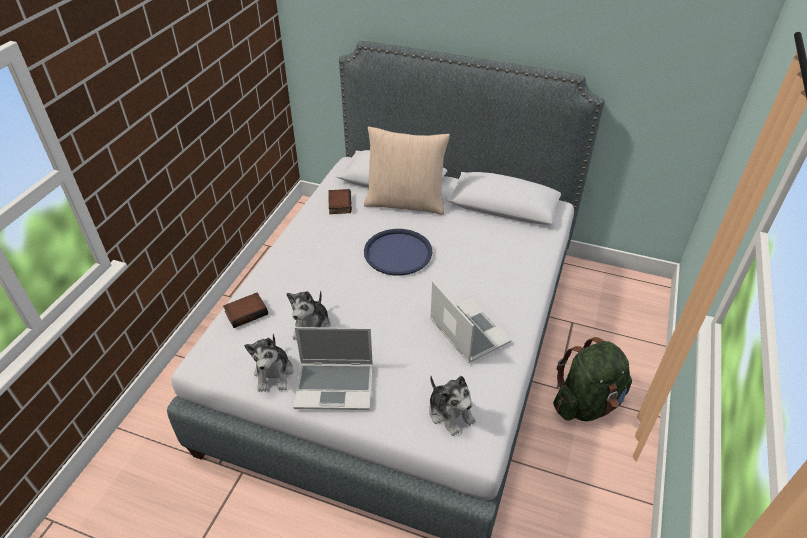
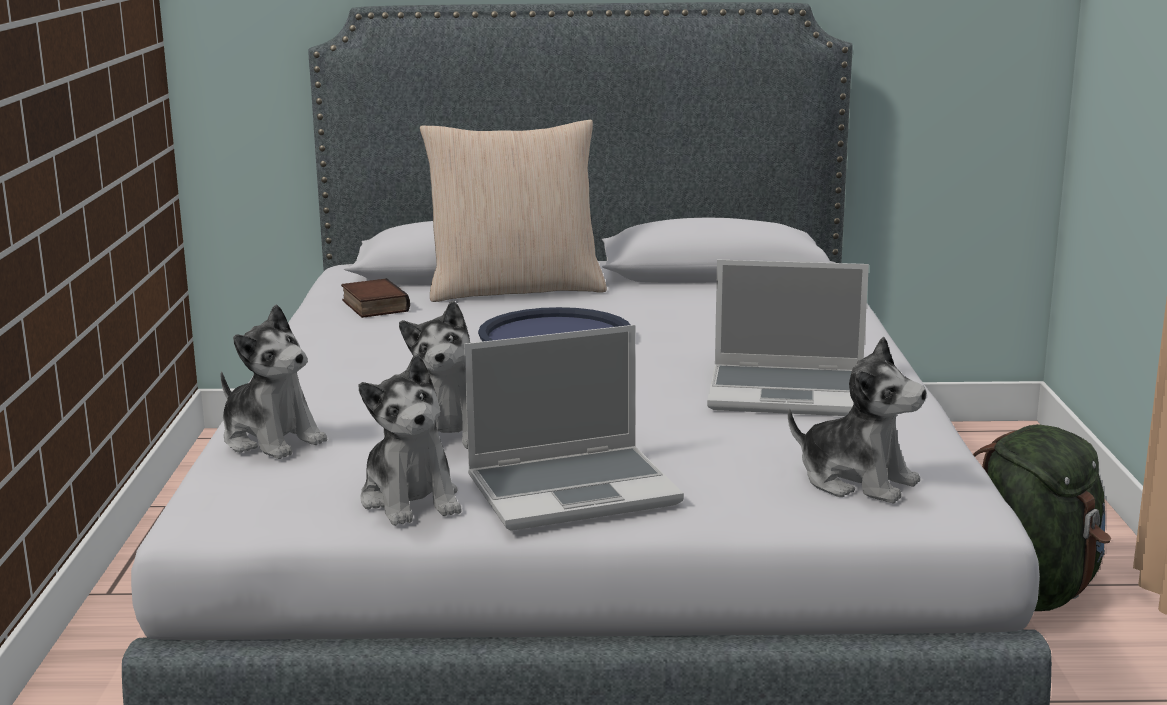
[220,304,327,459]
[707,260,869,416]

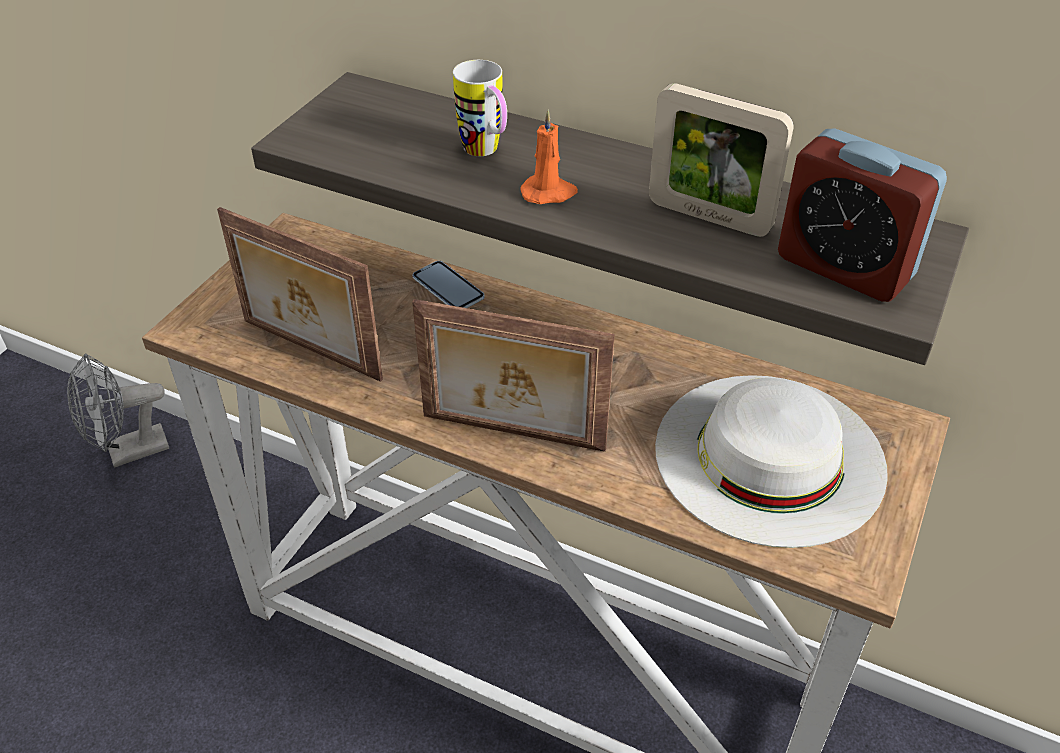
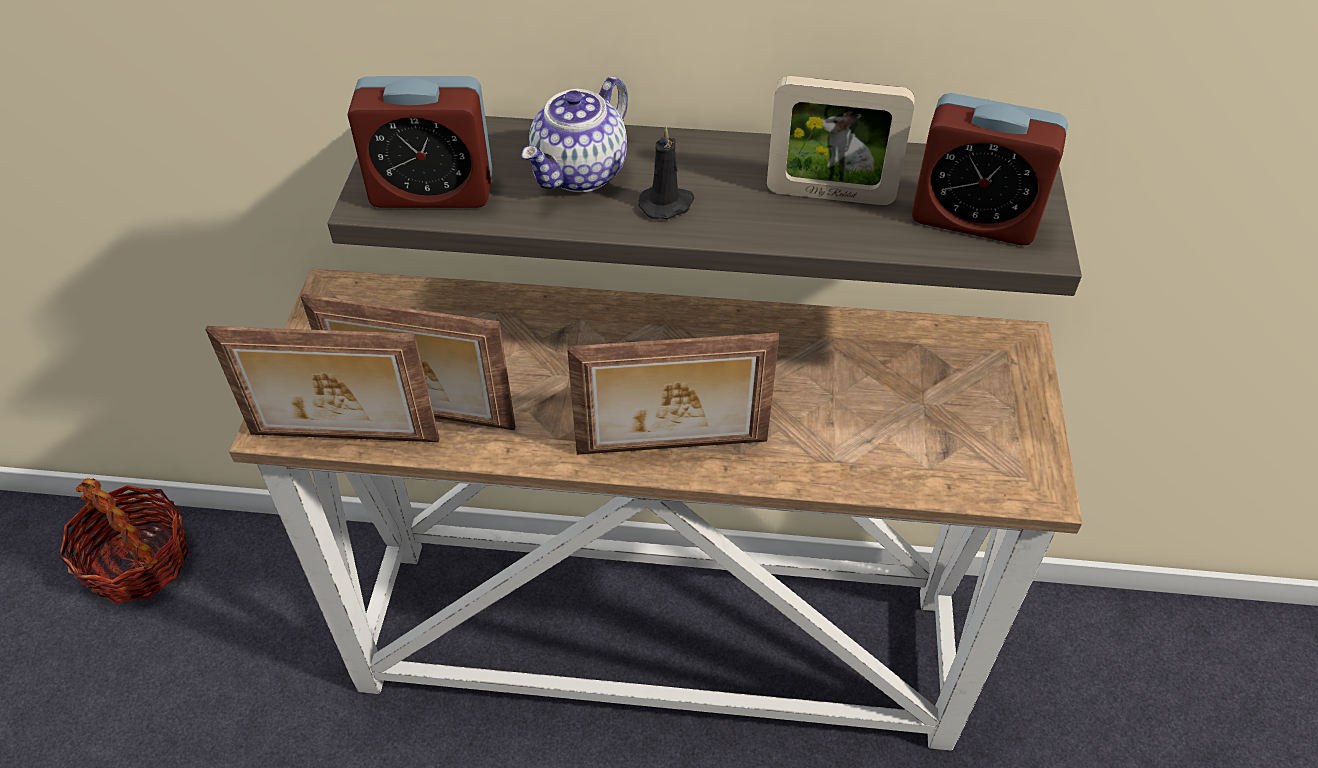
[58,478,189,604]
[205,326,440,442]
[347,76,493,208]
[521,77,628,192]
[638,126,695,220]
[413,261,484,308] (first image)
[655,375,888,548] (first image)

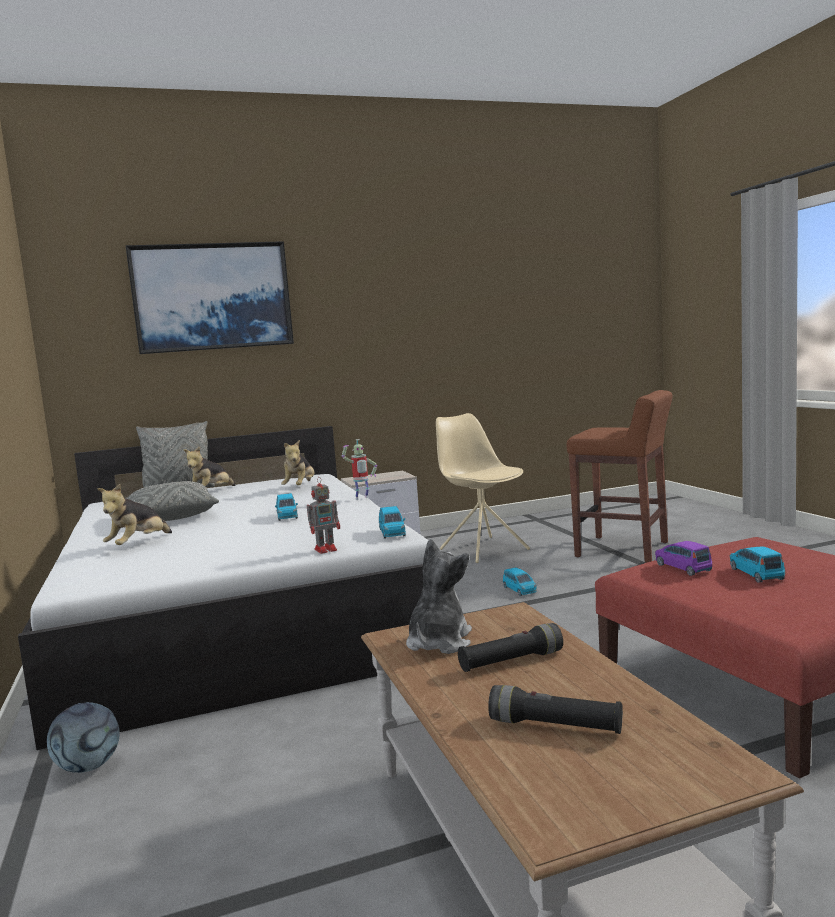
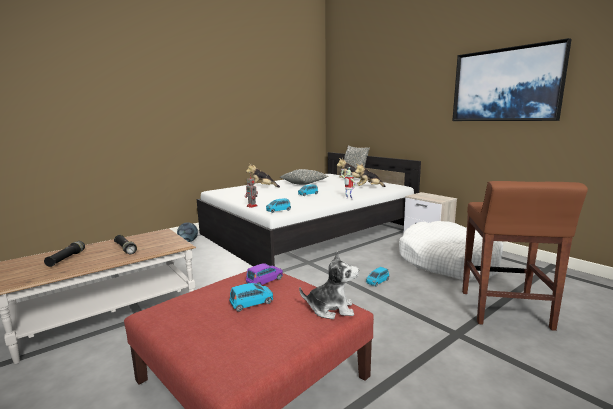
[299,251,359,319]
[399,221,504,281]
[452,38,572,121]

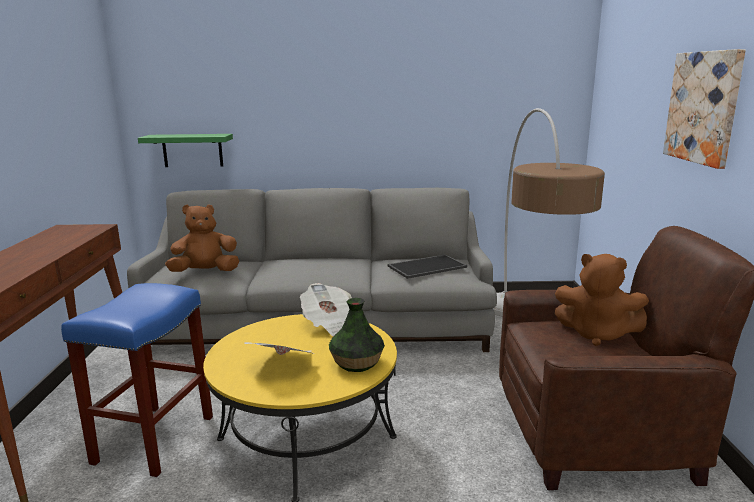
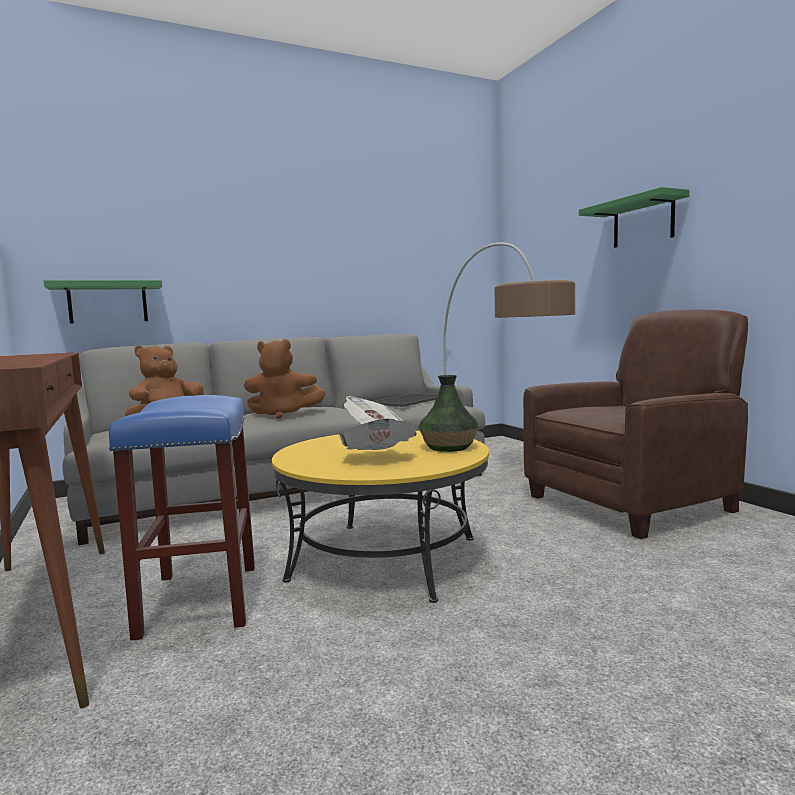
[244,339,326,419]
[579,187,690,248]

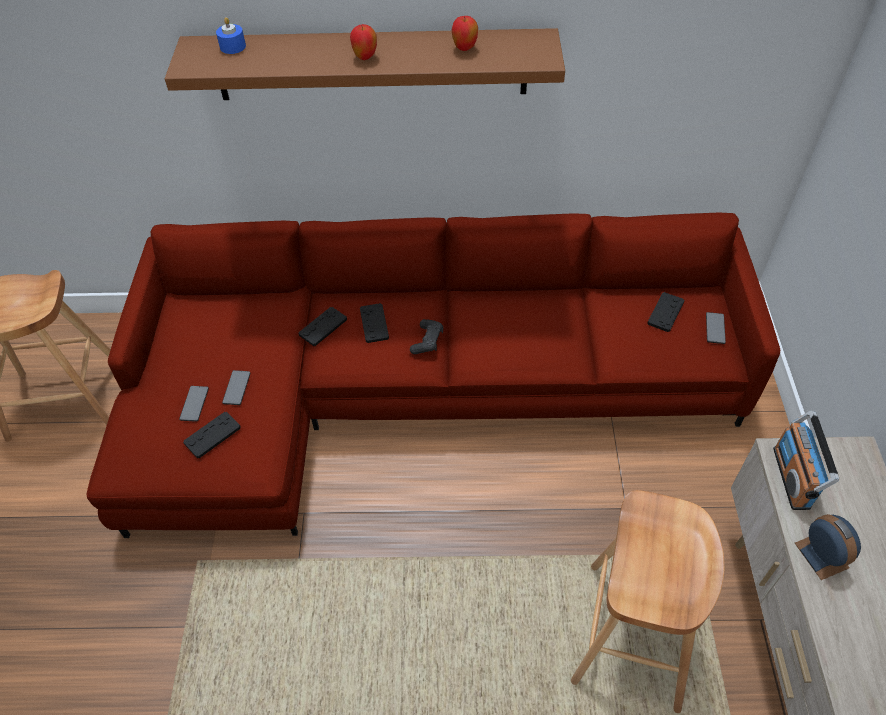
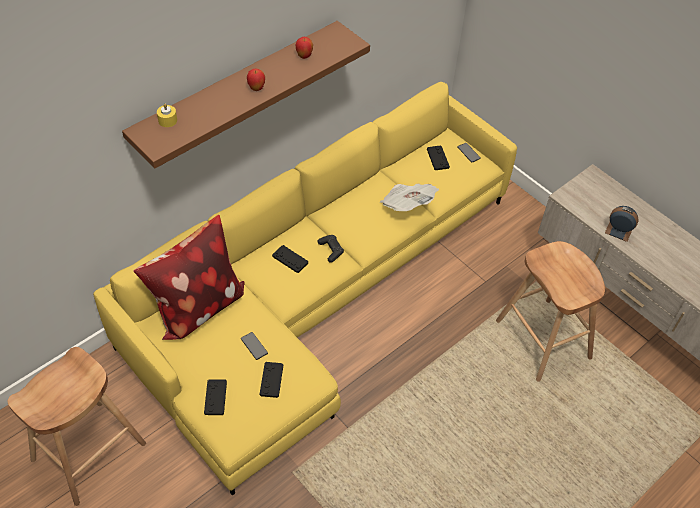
[93,82,517,496]
[133,215,245,340]
[157,104,177,127]
[204,379,227,415]
[380,184,439,211]
[179,386,209,422] (first image)
[773,411,840,510] (first image)

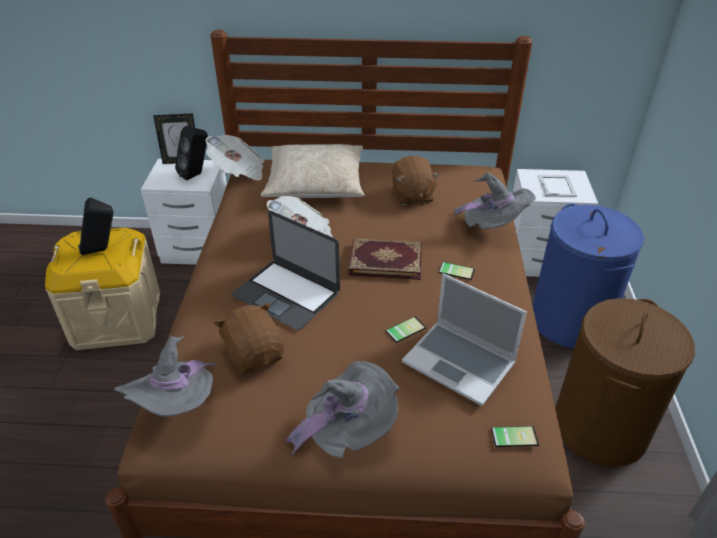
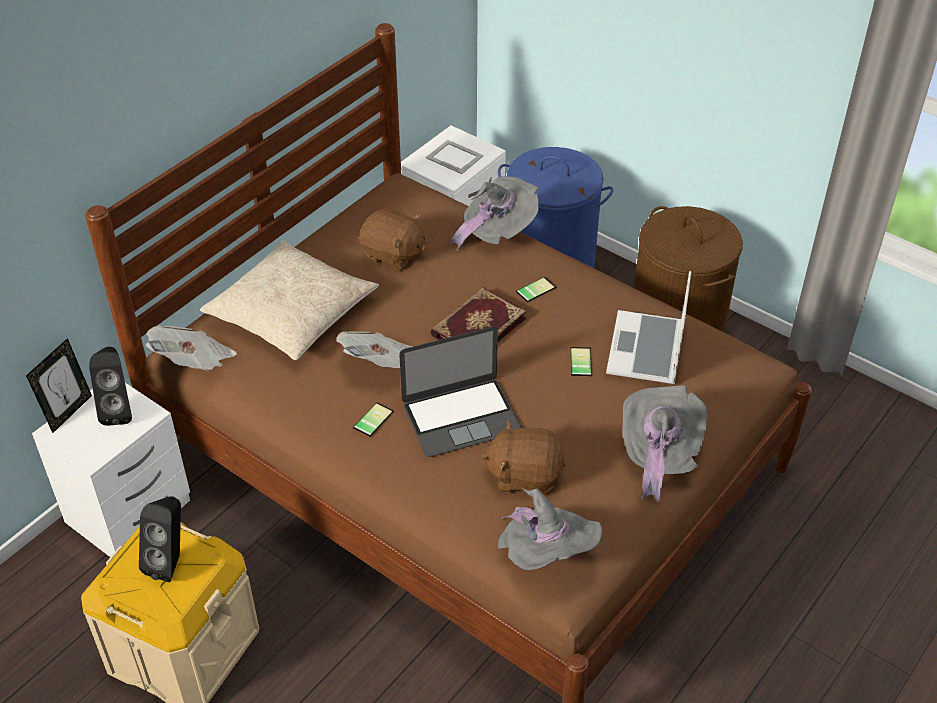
[353,402,394,437]
[606,271,691,384]

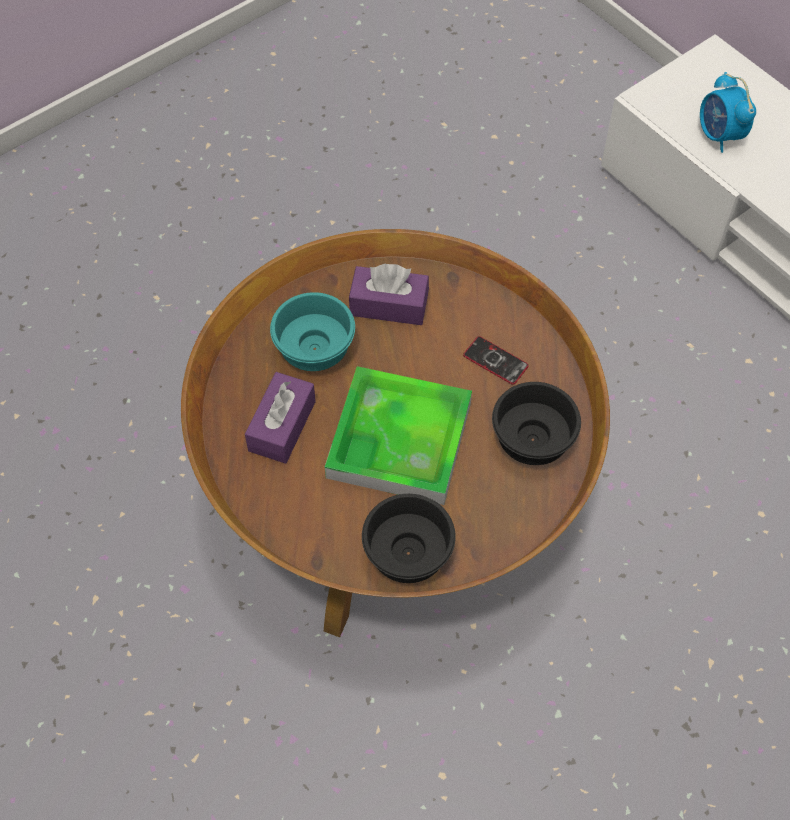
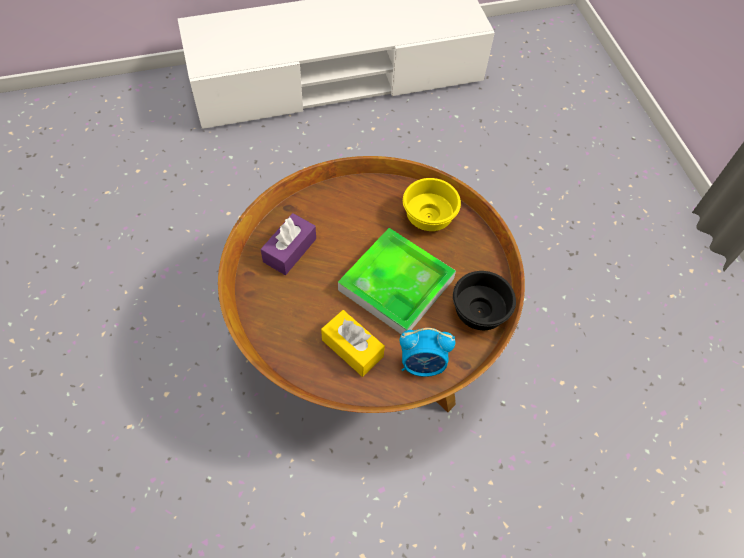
[321,310,385,377]
[400,328,455,377]
[403,178,461,231]
[270,292,355,371] (first image)
[463,336,529,385] (first image)

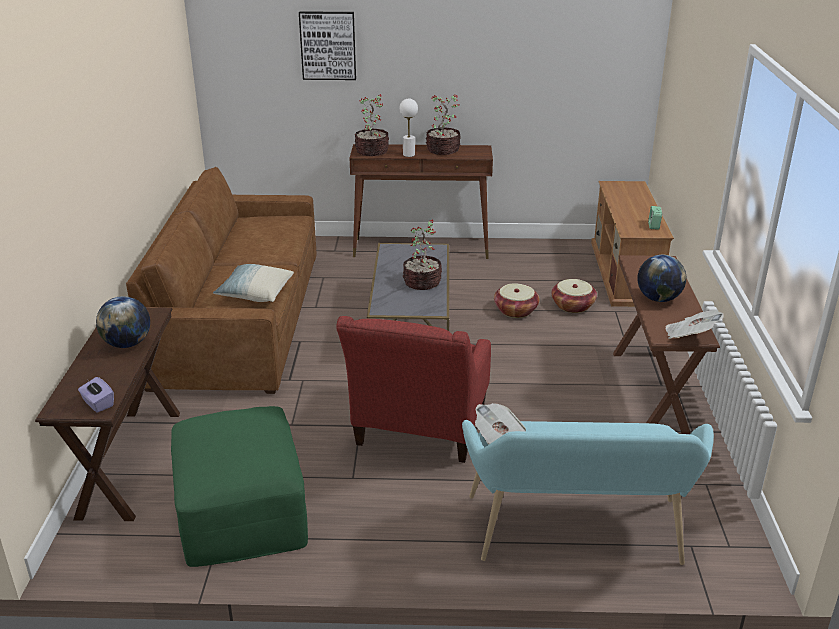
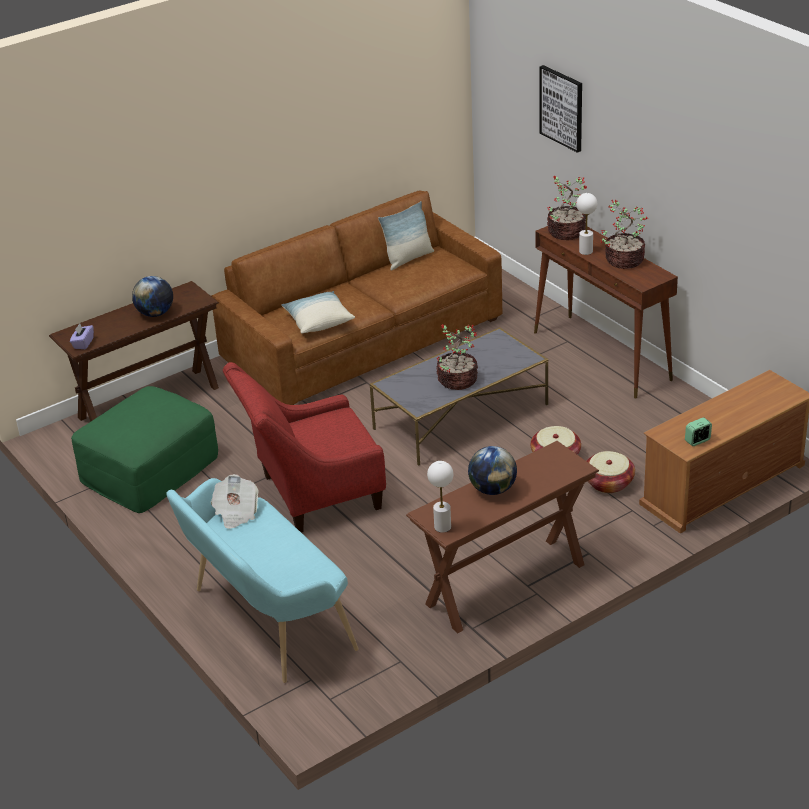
[378,201,434,271]
[427,461,453,533]

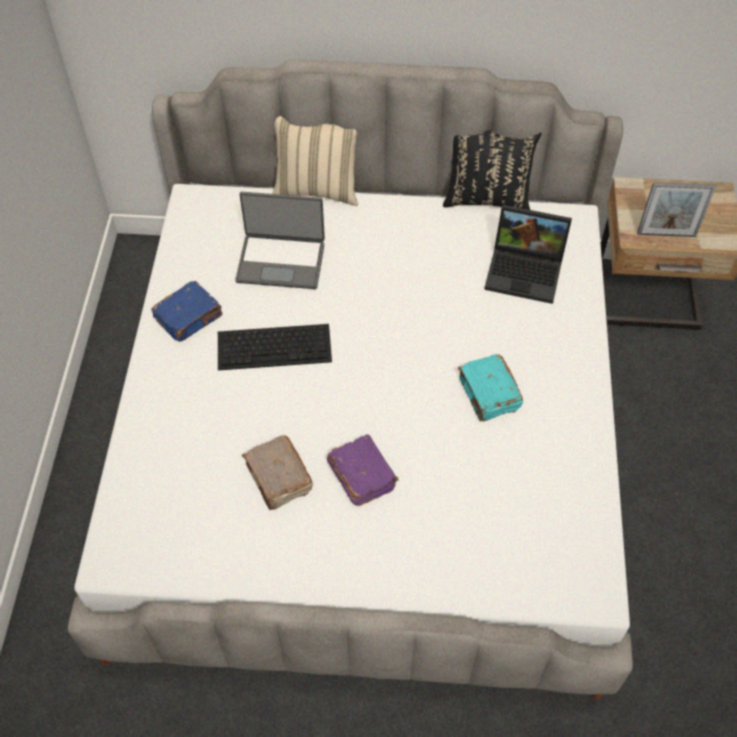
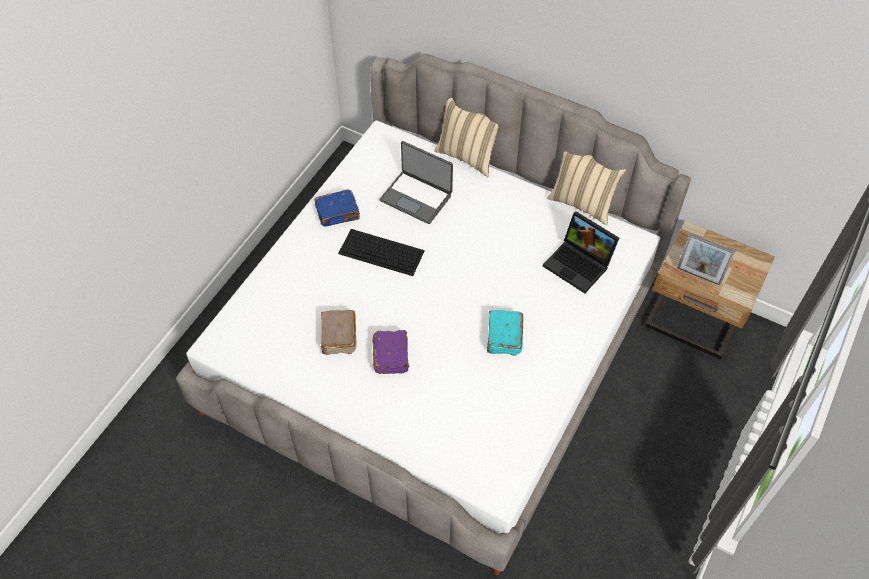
[547,151,626,226]

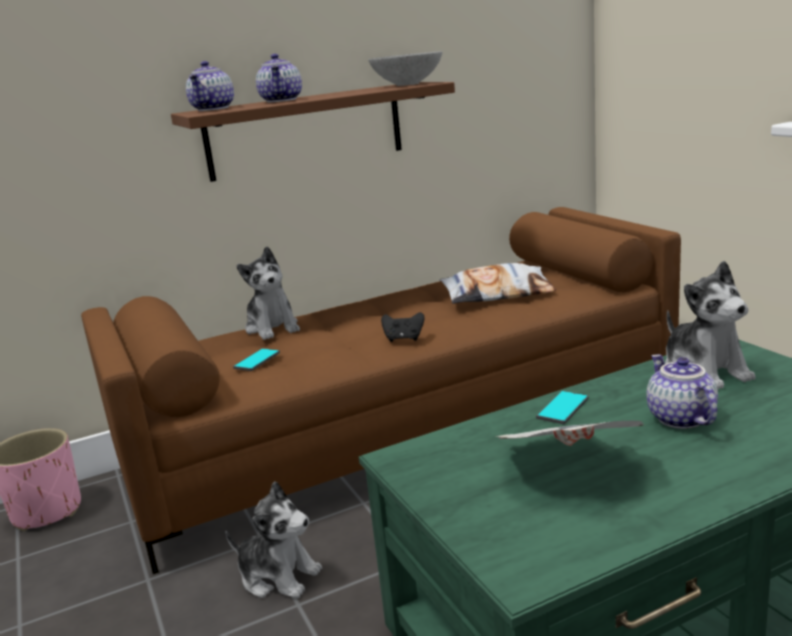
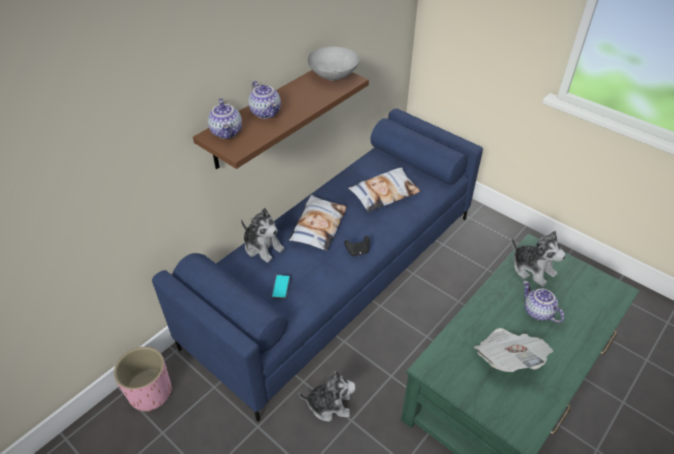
[152,108,483,422]
[289,195,347,251]
[536,391,589,424] (first image)

